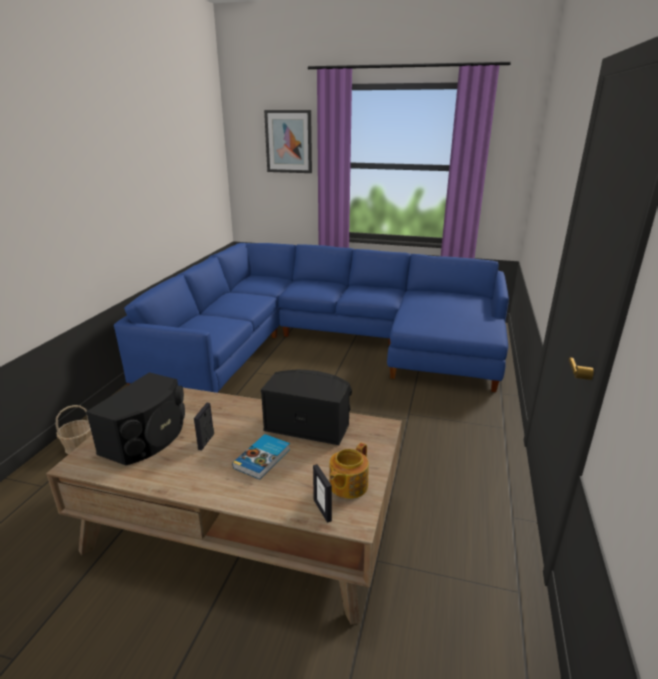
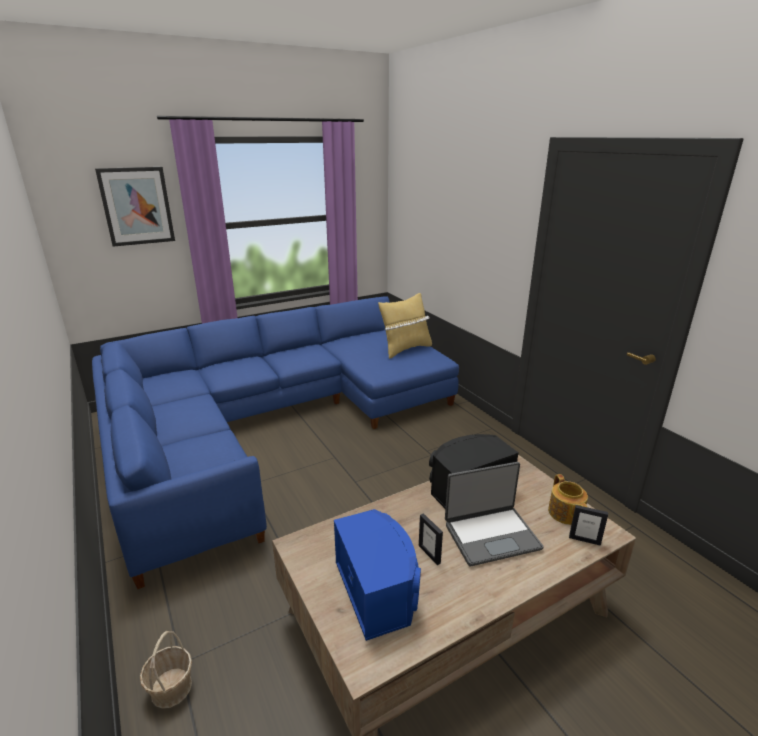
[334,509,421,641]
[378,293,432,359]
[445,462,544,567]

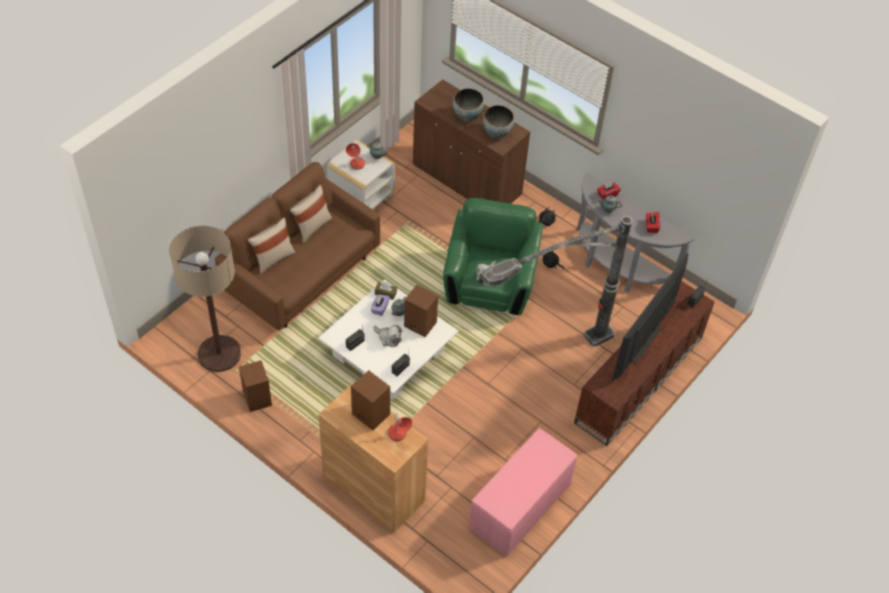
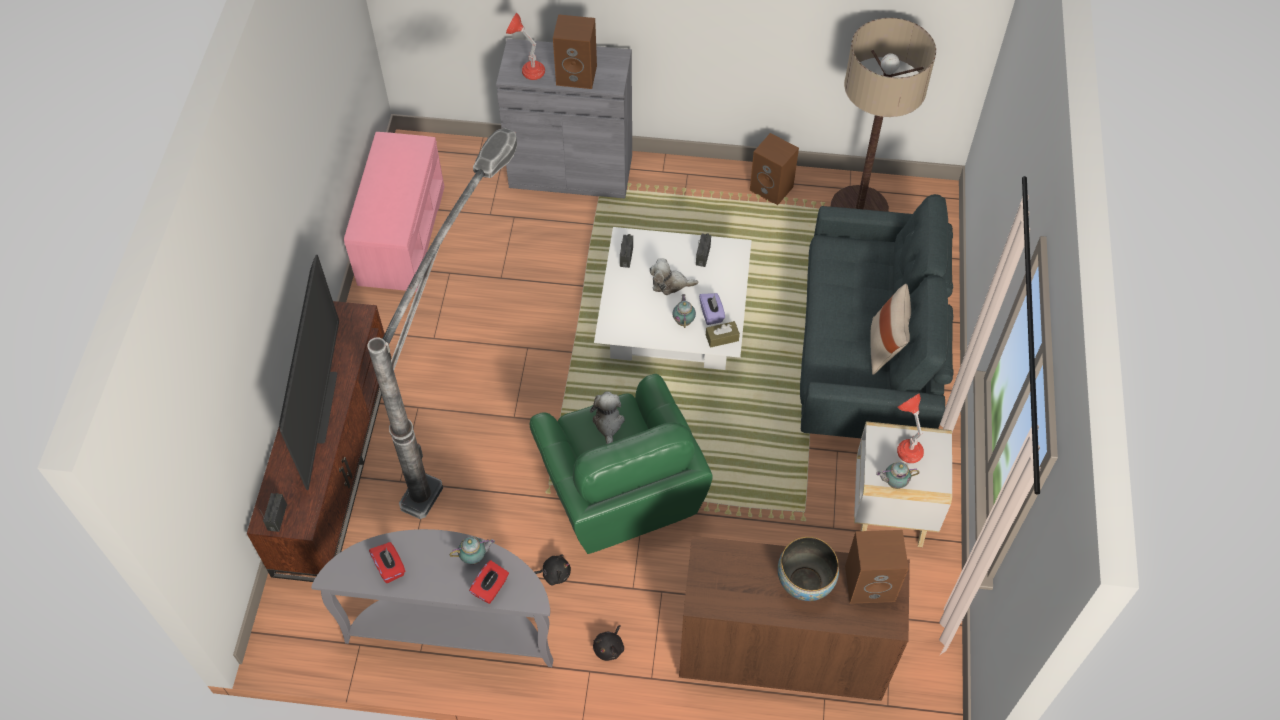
[496,39,632,199]
[800,194,954,438]
[845,530,909,604]
[248,217,296,275] (first image)
[483,105,514,139] (first image)

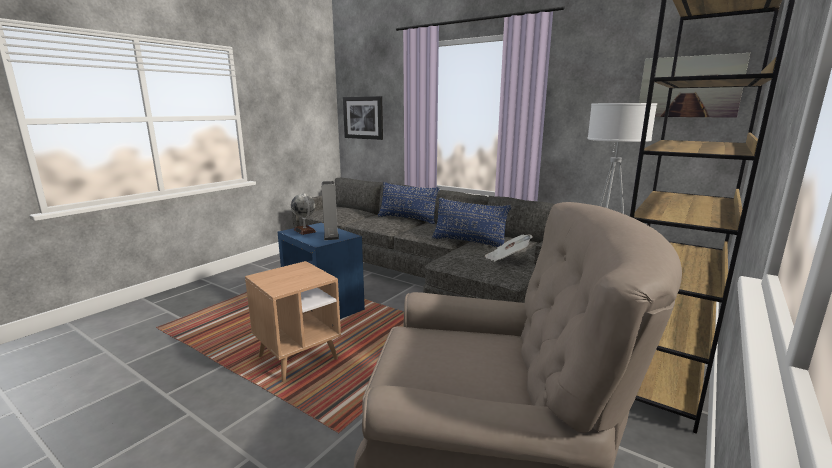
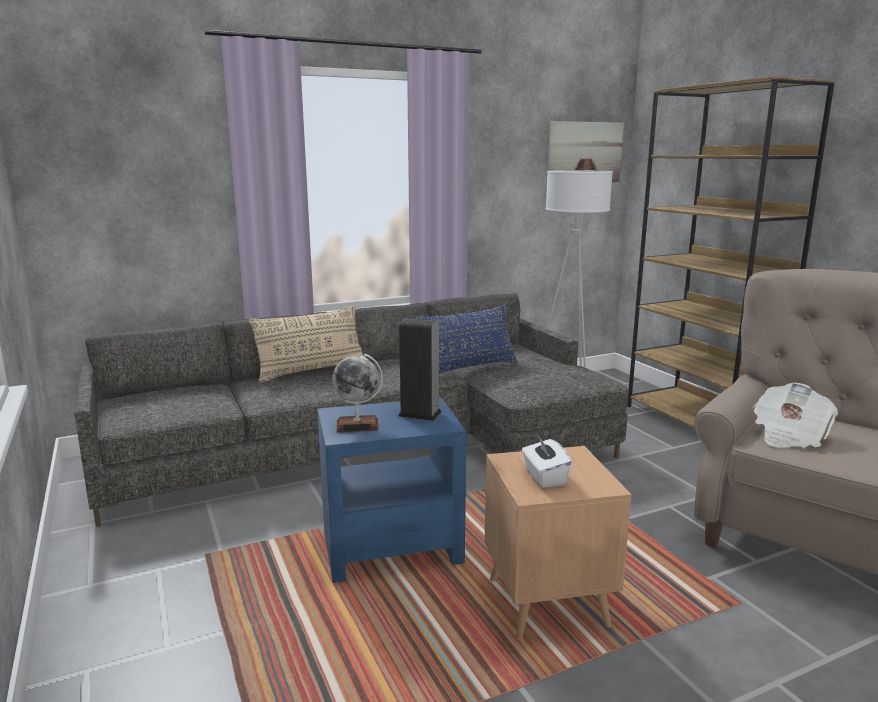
[249,306,363,383]
[522,435,572,488]
[753,383,838,448]
[343,96,383,140] (first image)

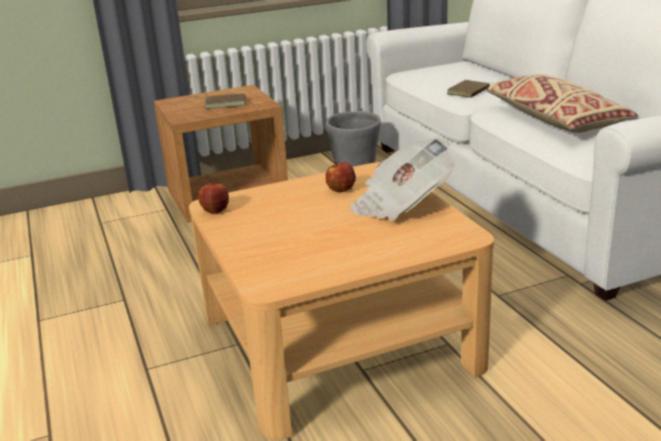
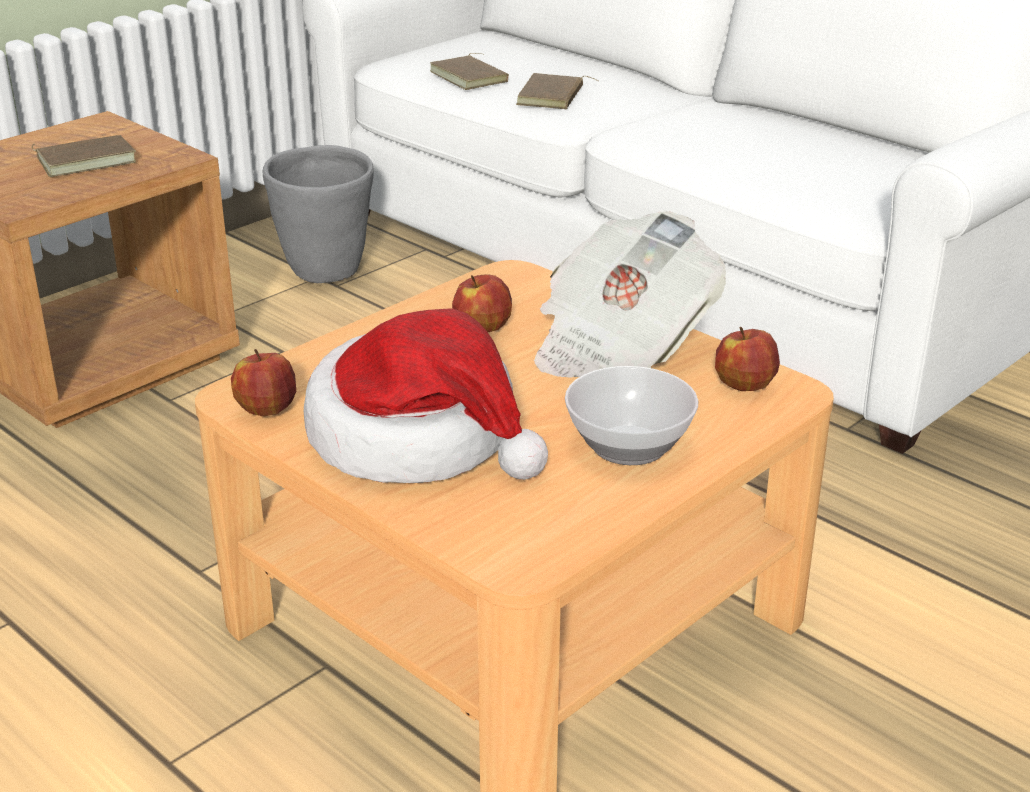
[304,309,548,483]
[430,53,509,90]
[565,366,698,465]
[715,327,780,391]
[486,74,638,133] (first image)

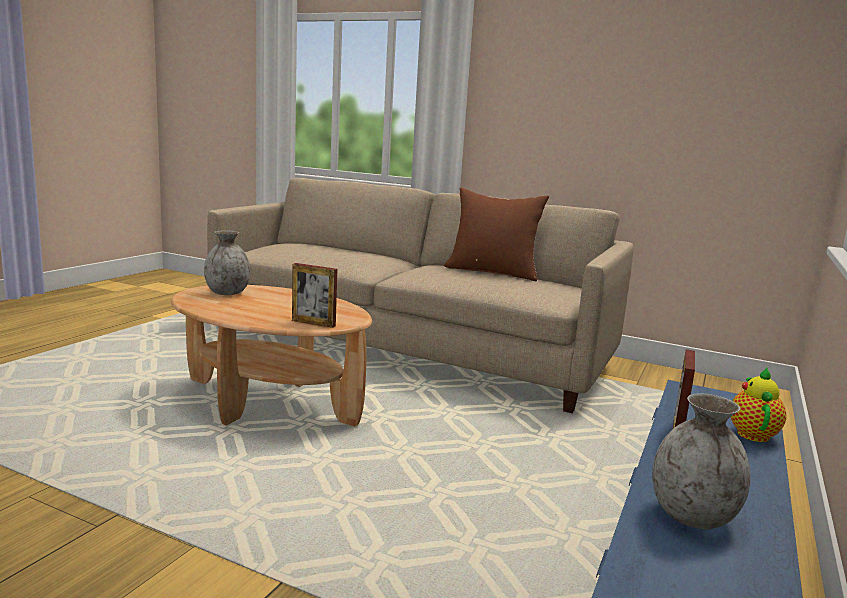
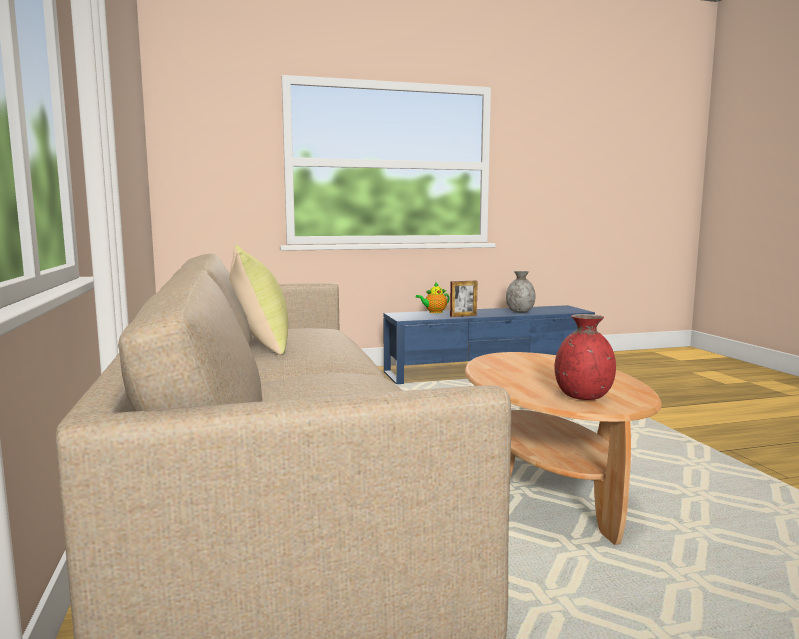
[229,245,288,355]
[554,314,616,400]
[292,263,337,328] (first image)

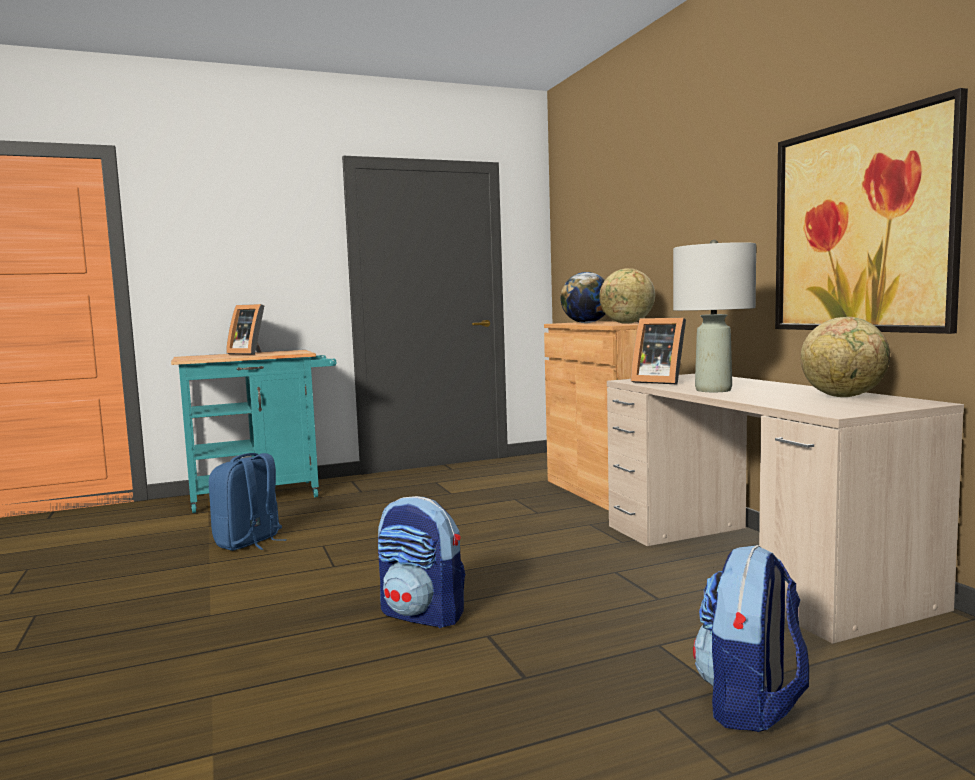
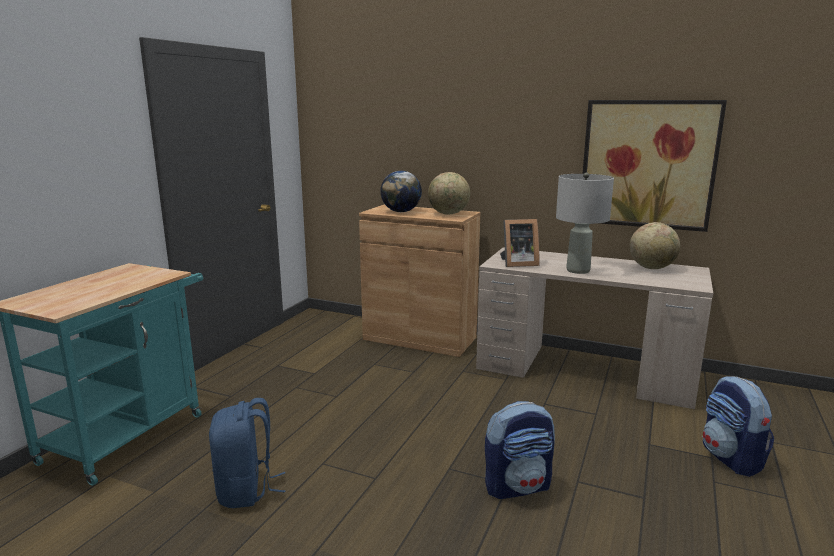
[226,304,264,355] (first image)

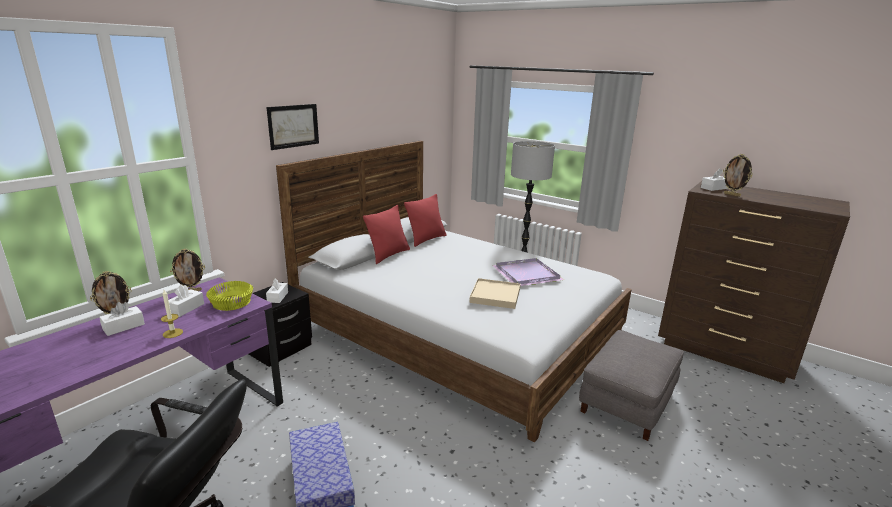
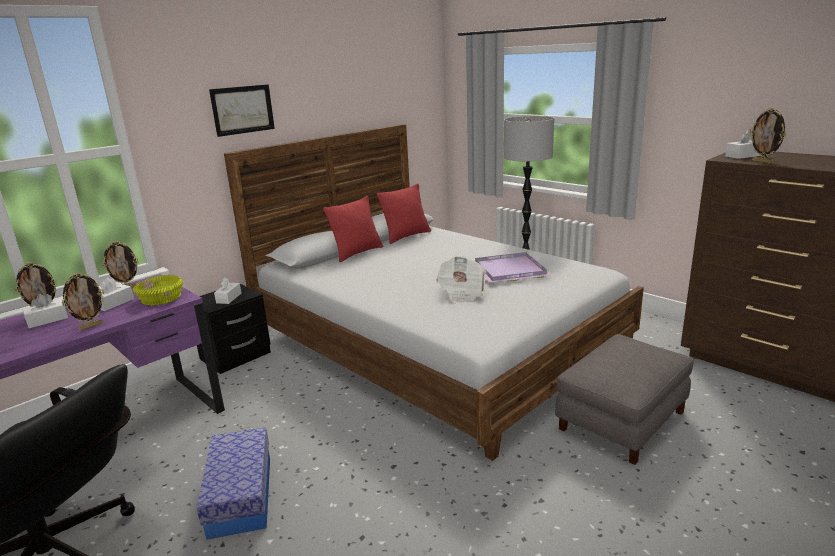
[62,272,104,330]
[436,256,486,304]

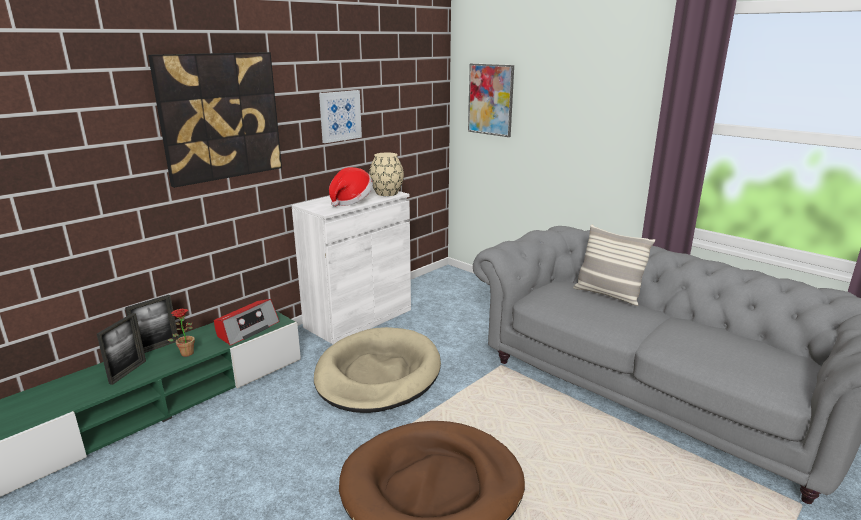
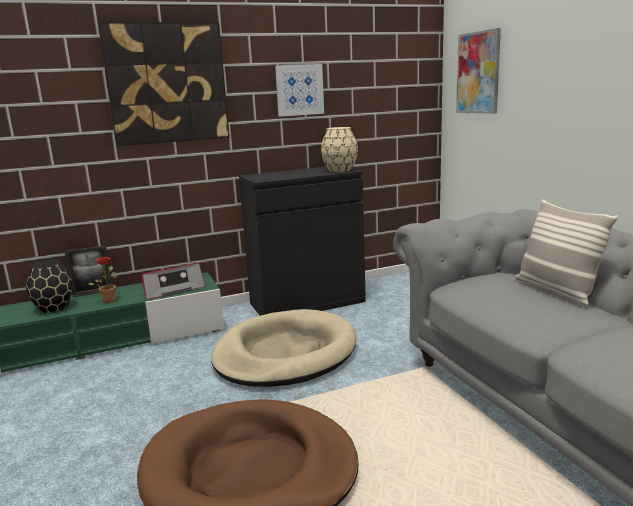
[26,259,73,313]
[239,167,366,316]
[329,167,373,207] (first image)

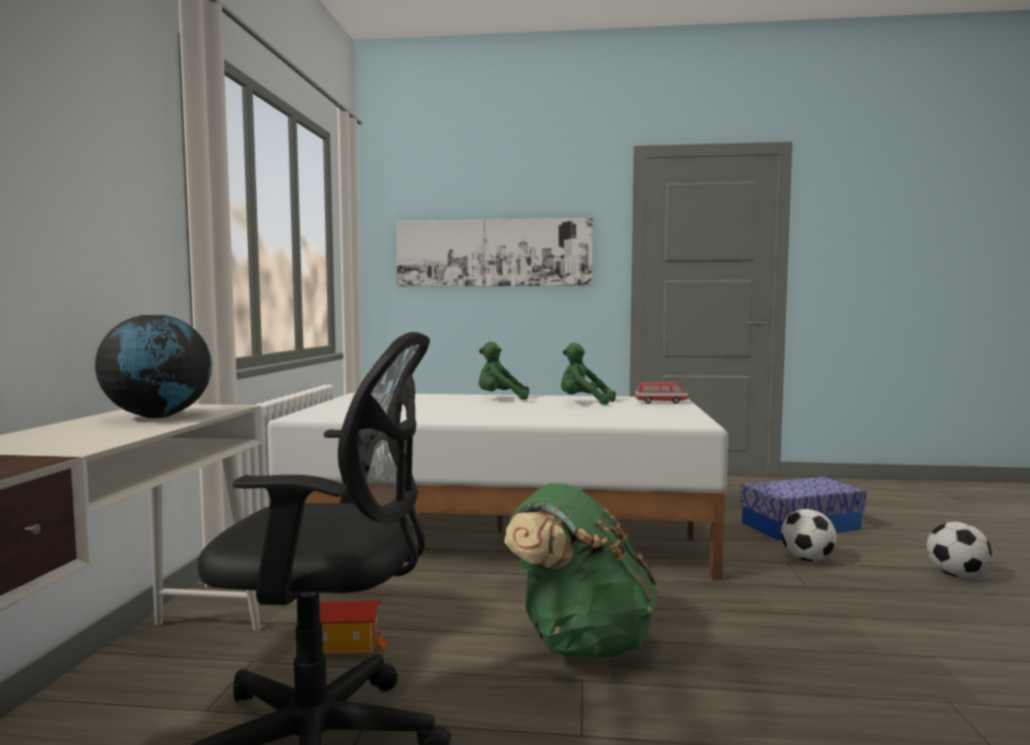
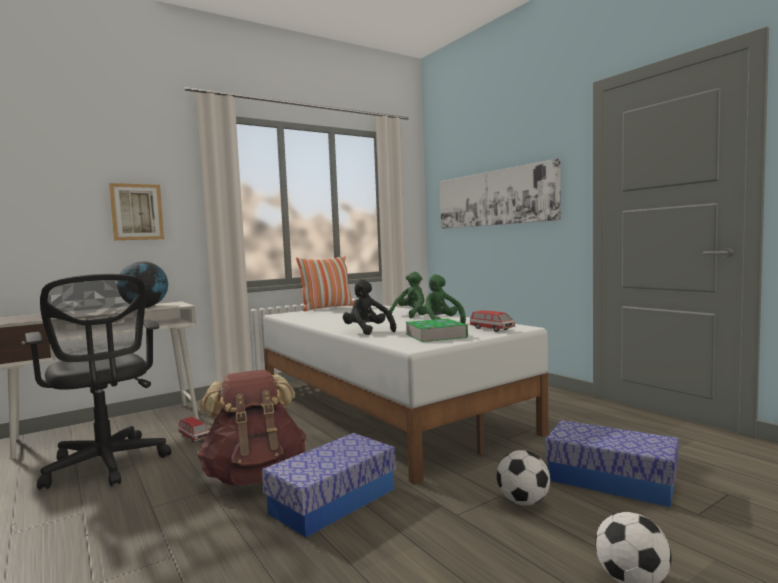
[109,183,164,240]
[178,417,210,442]
[197,370,306,486]
[262,433,396,537]
[296,256,354,311]
[343,279,396,335]
[389,272,424,318]
[406,318,468,342]

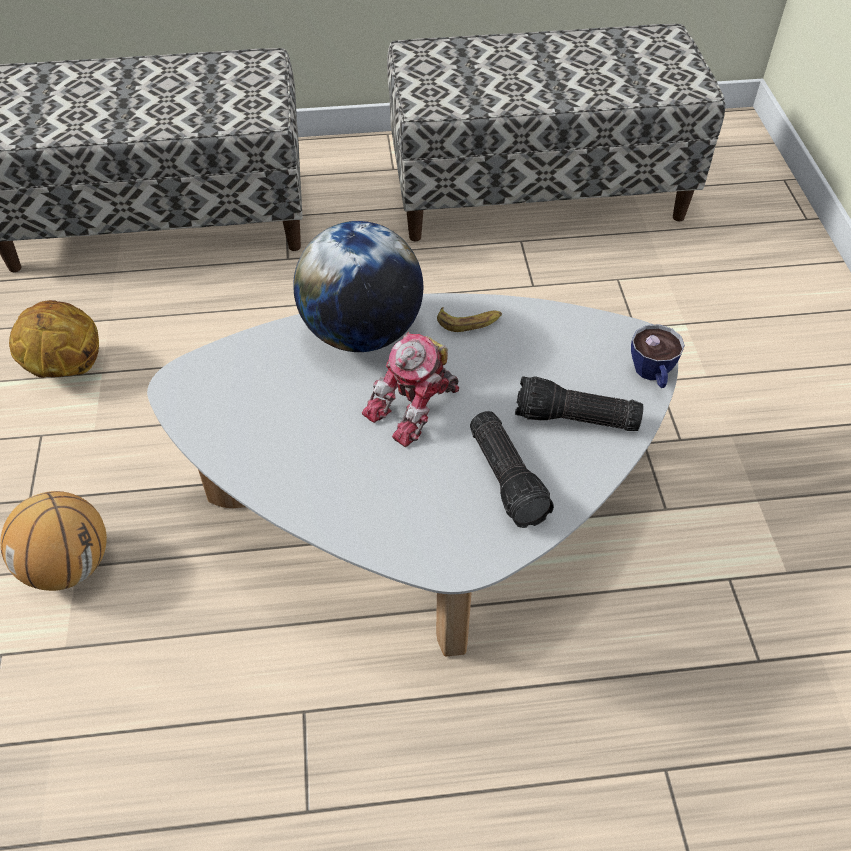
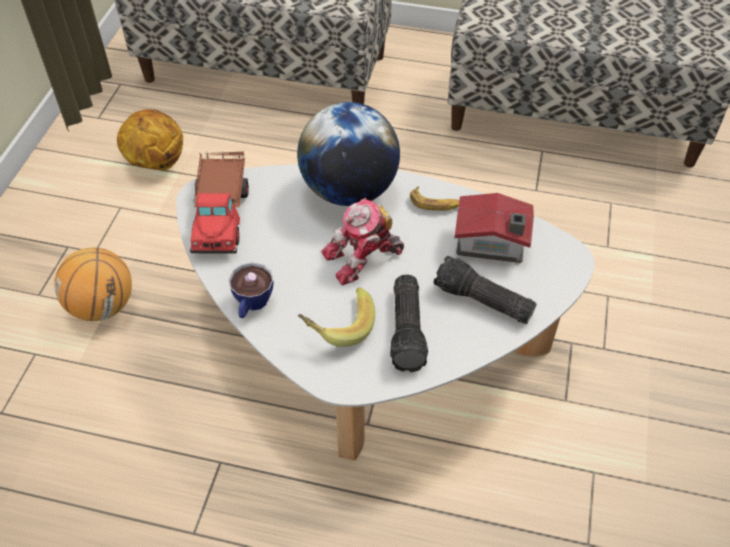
[190,151,249,253]
[229,263,274,318]
[298,288,375,347]
[454,193,534,263]

